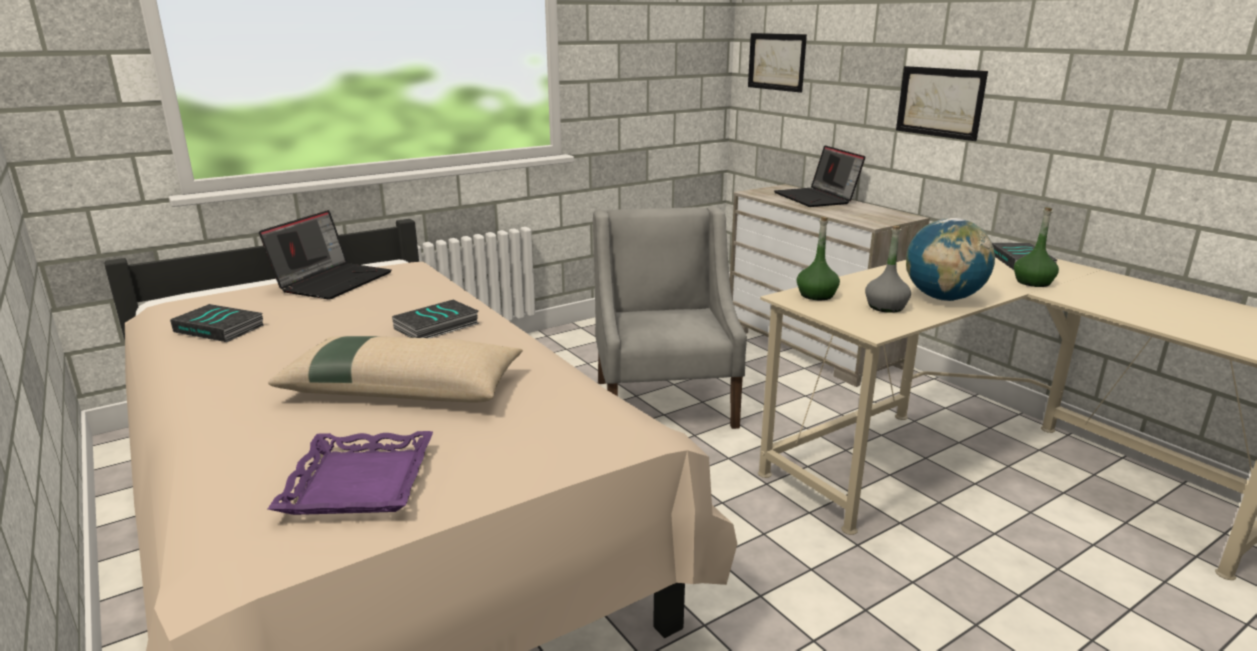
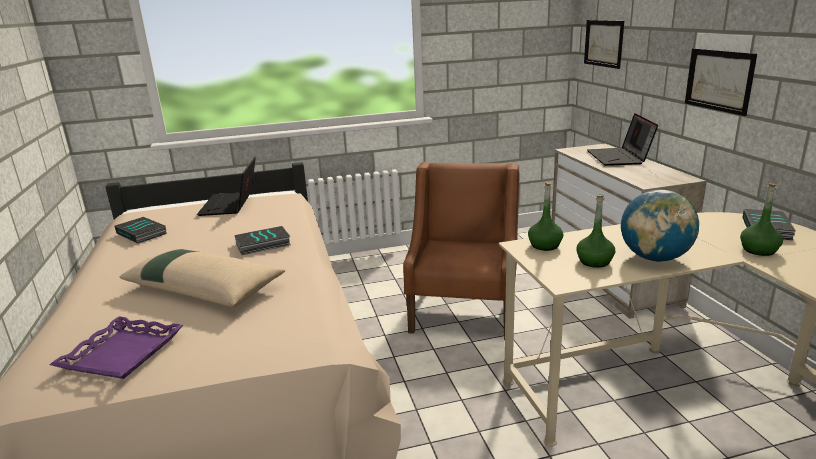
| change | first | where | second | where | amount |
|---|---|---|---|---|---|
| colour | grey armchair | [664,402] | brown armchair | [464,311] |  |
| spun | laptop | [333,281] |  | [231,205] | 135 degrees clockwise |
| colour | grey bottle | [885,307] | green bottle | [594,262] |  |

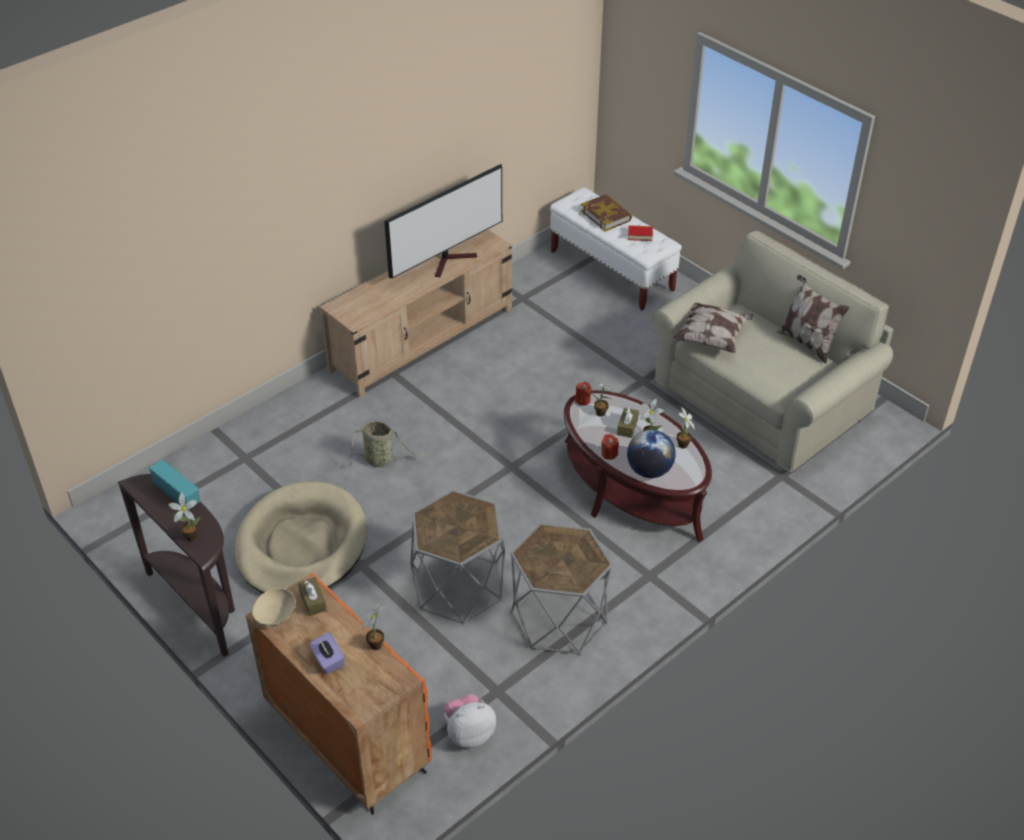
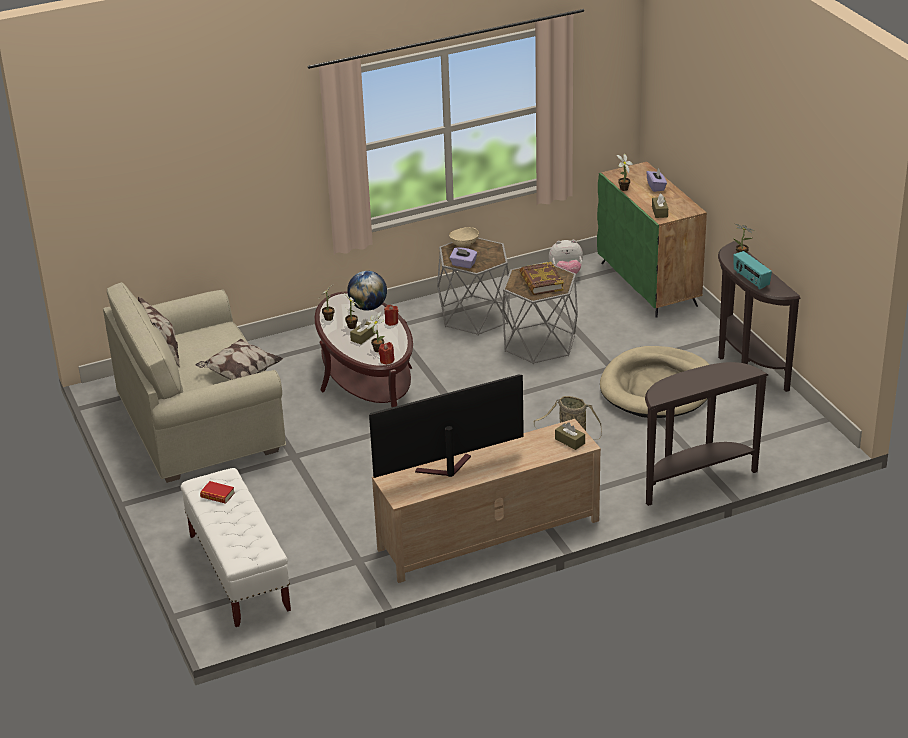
| change | first | where | second | where | amount |
|---|---|---|---|---|---|
| relocated | book | [606,215] |  | [541,282] |  |
| colour | orange cabinet | [346,737] | green cabinet | [649,284] |  |
| relocated | beige bowl | [276,617] |  | [464,244] |  |
| appeared |  |  | purple tissue box | [463,264] |  |
| appeared |  |  | brown console table | [694,479] |  |
| appeared |  |  | brown tissue box | [570,441] |  |

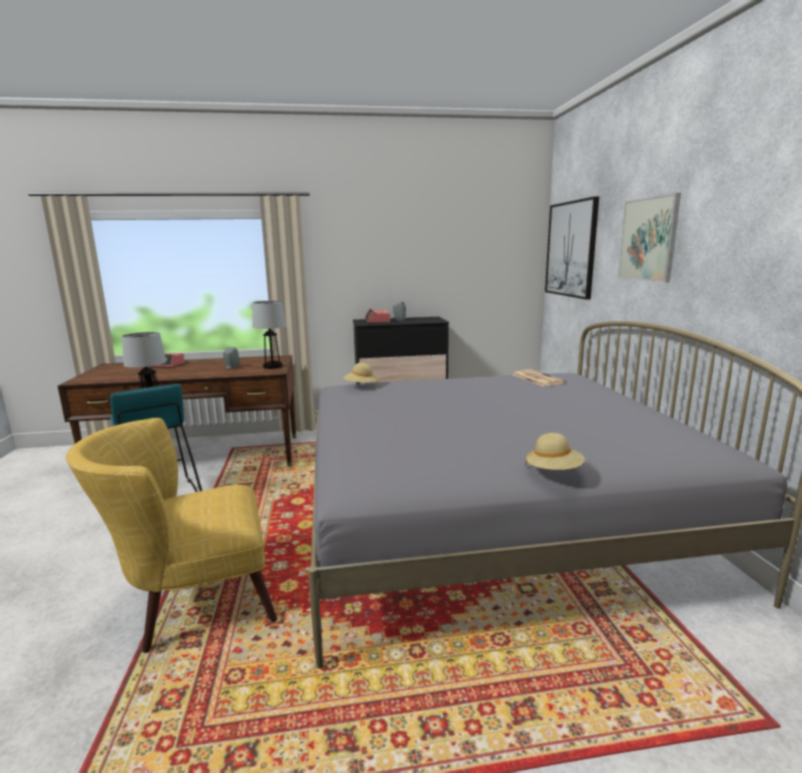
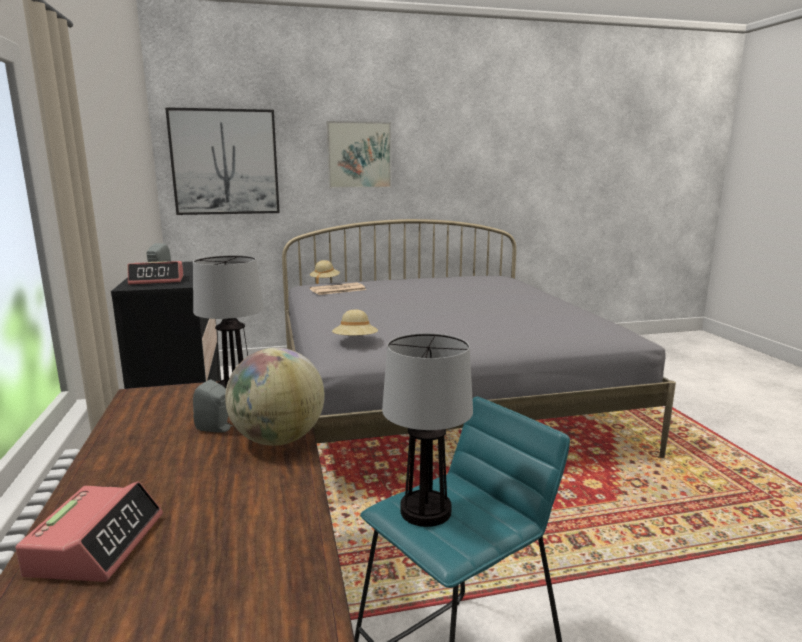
| change | first | where | second | where | amount |
|---|---|---|---|---|---|
| missing | yellow armchair | [193,600] |  |  |  |
| relocated | beige hat | [554,471] |  | [325,281] |  |
| appeared |  |  | globe | [278,439] |  |

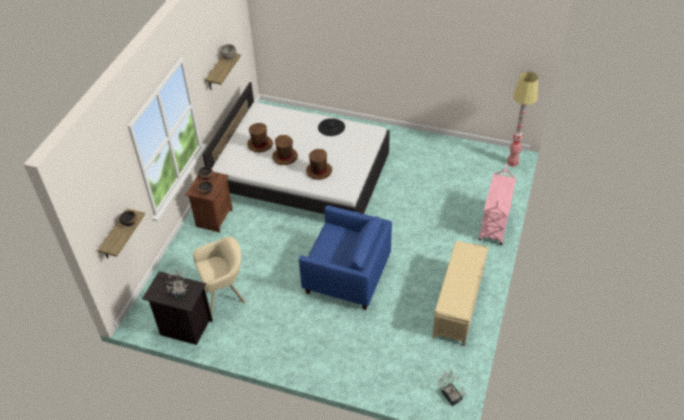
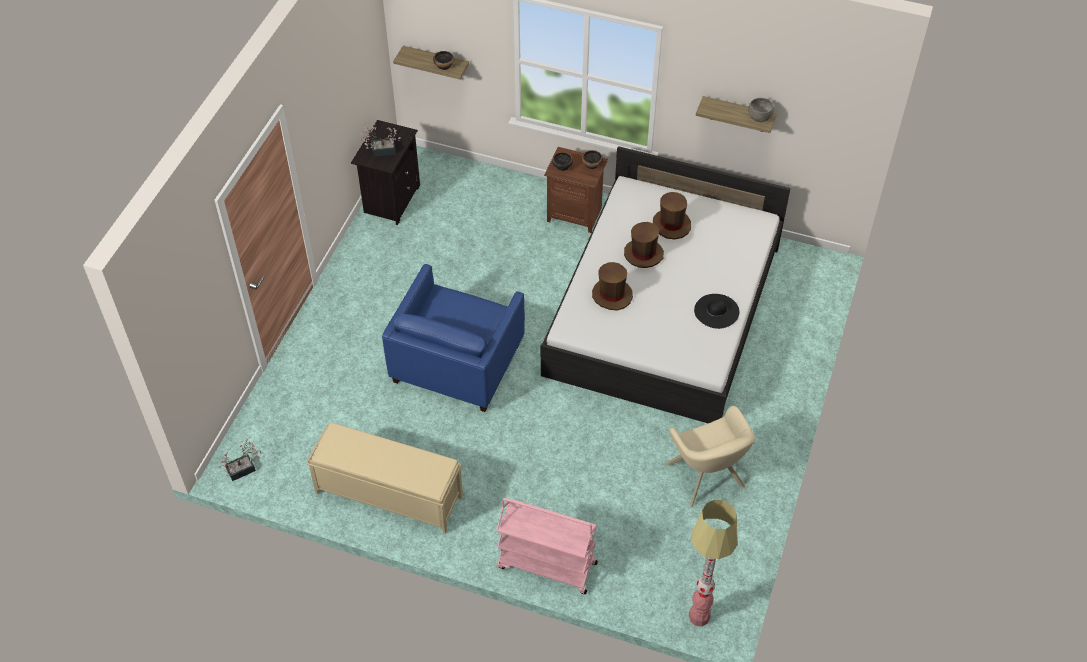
| change | first | where | second | where | amount |
|---|---|---|---|---|---|
| relocated | beige armchair | [224,293] |  | [707,478] |  |

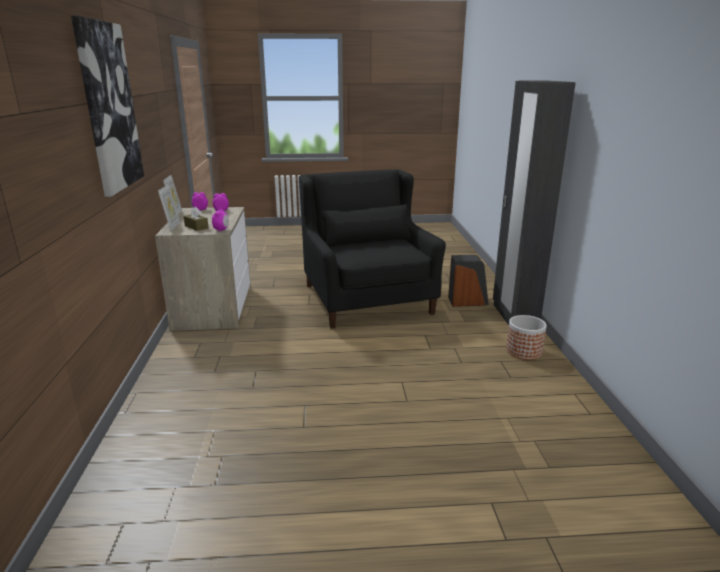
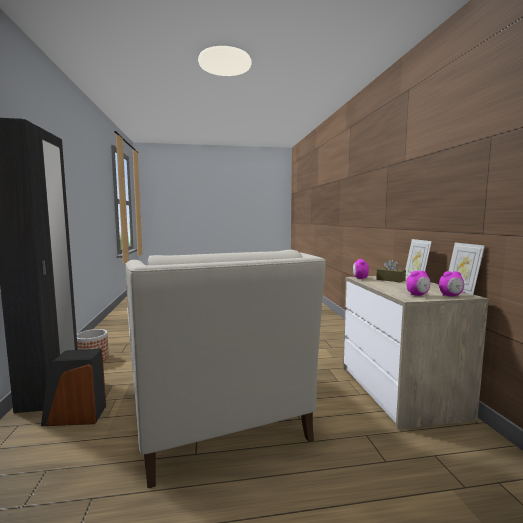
| change | first | where | second | where | amount |
|---|---|---|---|---|---|
| missing | picture | [109,107] |  |  |  |
| colour | black armchair | [367,299] | white armchair | [215,413] |  |

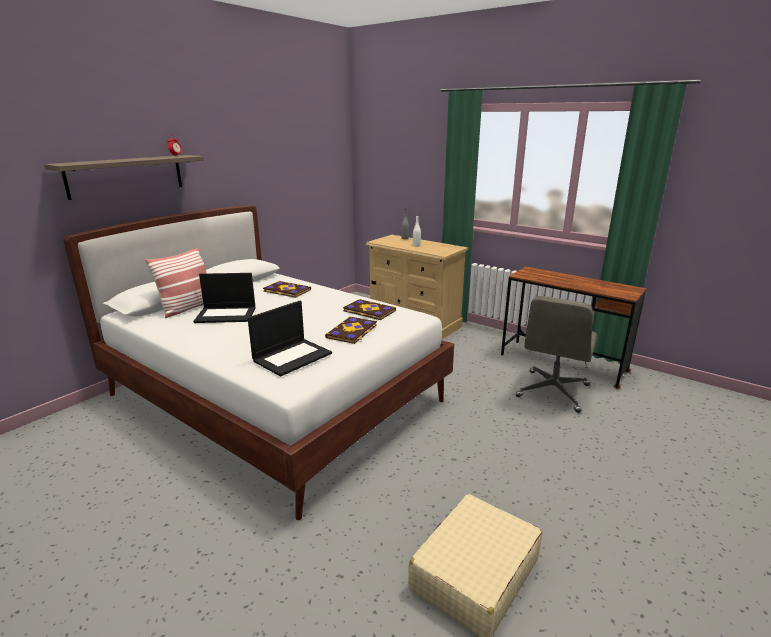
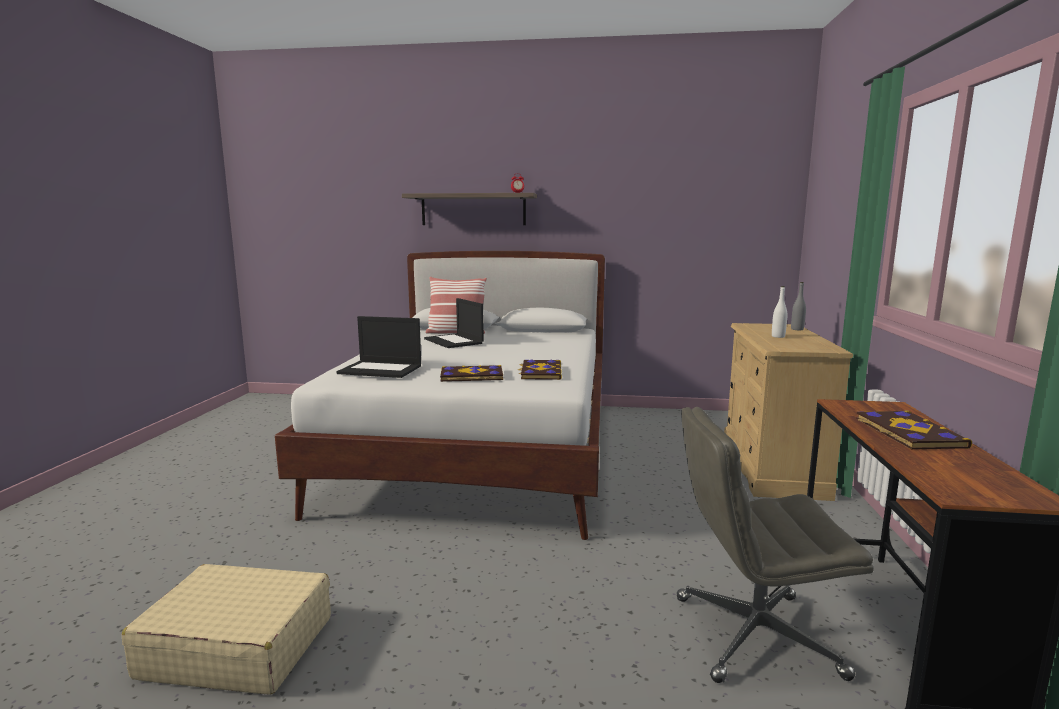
| change | first | where | second | where | amount |
|---|---|---|---|---|---|
| relocated | book | [286,291] |  | [907,433] |  |

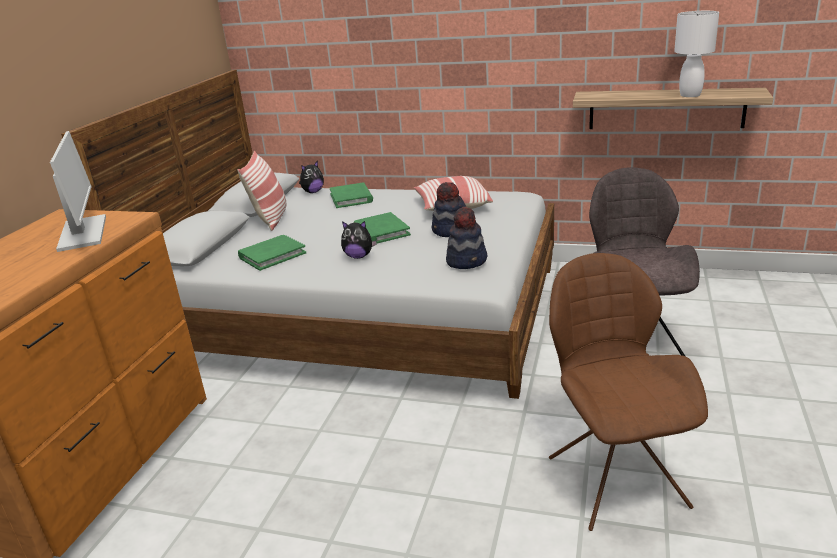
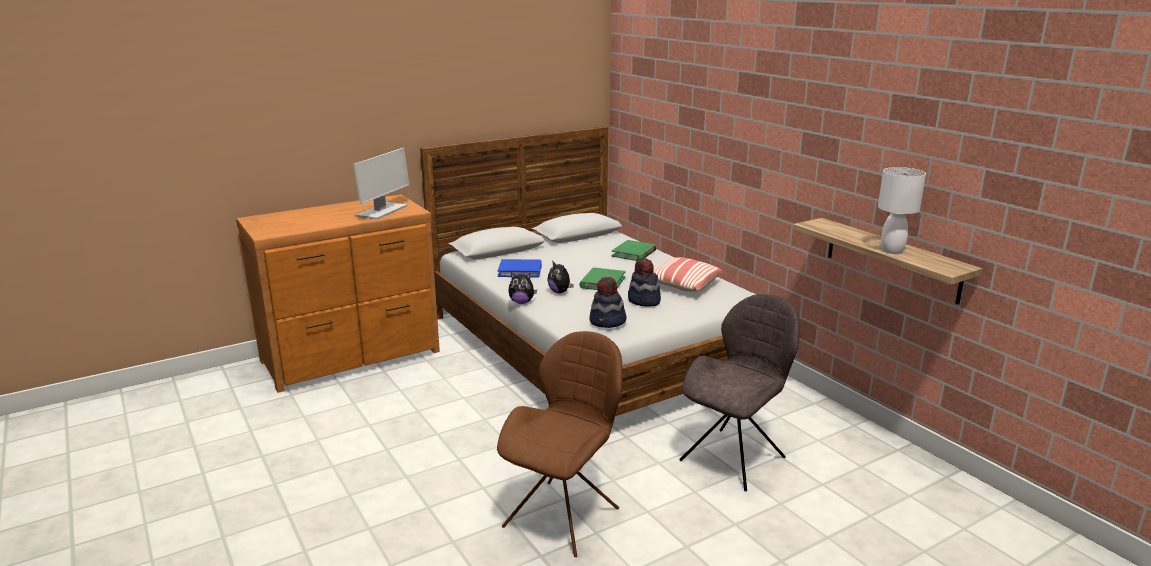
| change | first | where | second | where | amount |
|---|---|---|---|---|---|
| missing | pillow | [271,218] |  |  |  |
| relocated | plush toy | [313,192] |  | [521,302] |  |
| colour | green book | [272,255] | blue book | [520,271] |  |

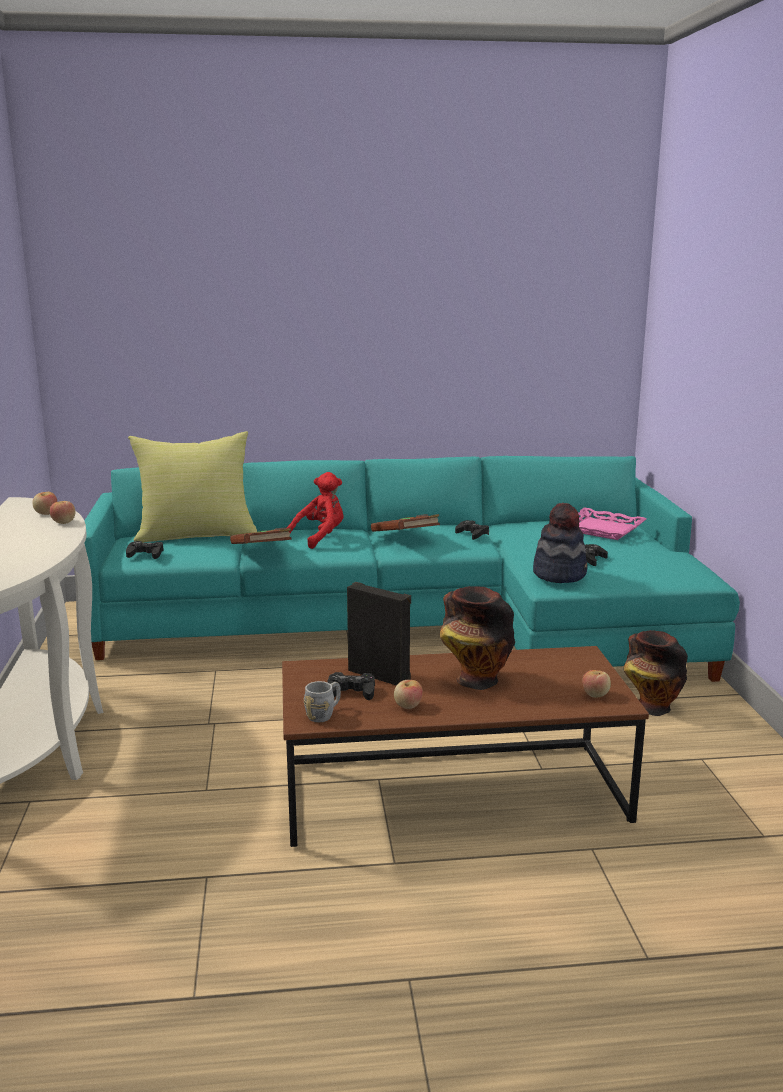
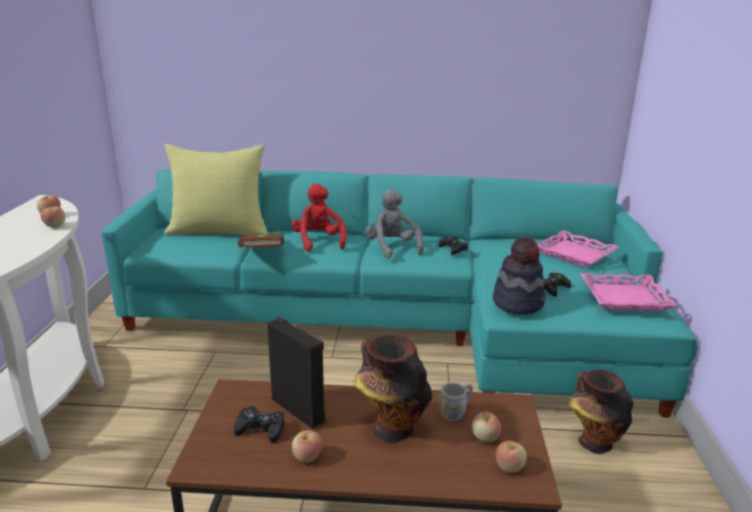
| change | first | where | second | where | amount |
|---|---|---|---|---|---|
| spun | red plush toy | [320,537] |  | [318,242] | 75 degrees counterclockwise |
| exchanged | brown book | [406,538] | grey plush toy | [392,248] |  |
| missing | black game controller | [146,554] |  |  |  |
| relocated | grey mug | [324,714] |  | [456,412] |  |
| appeared |  |  | pink tray | [624,298] |  |
| appeared |  |  | apple | [485,438] |  |

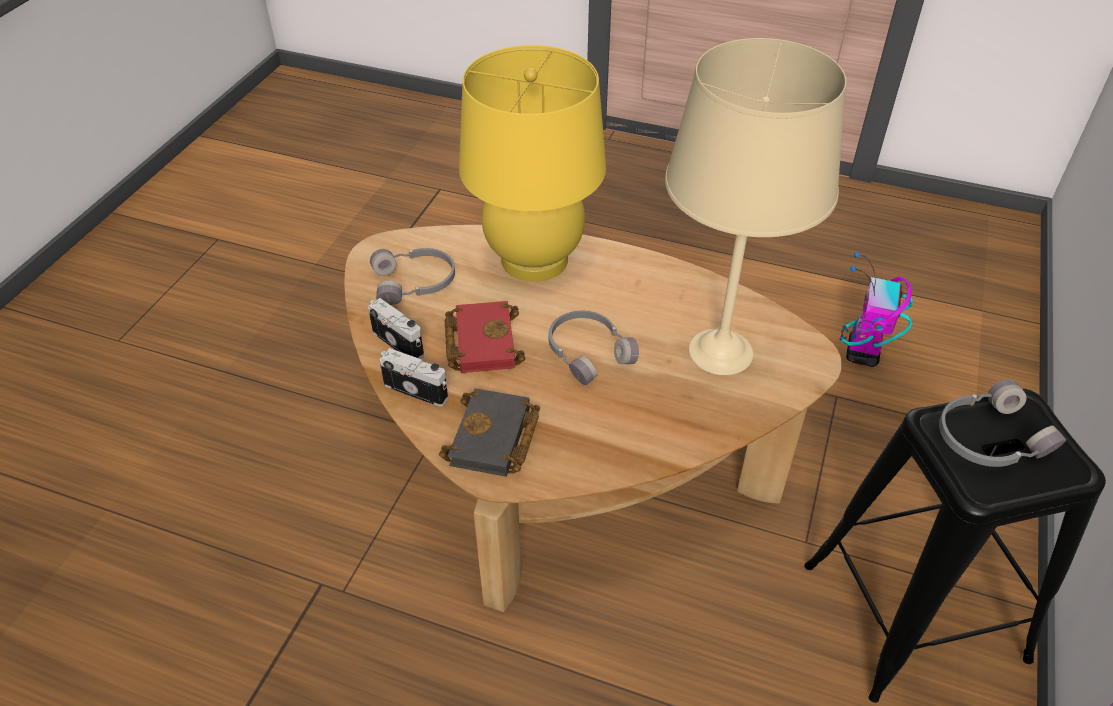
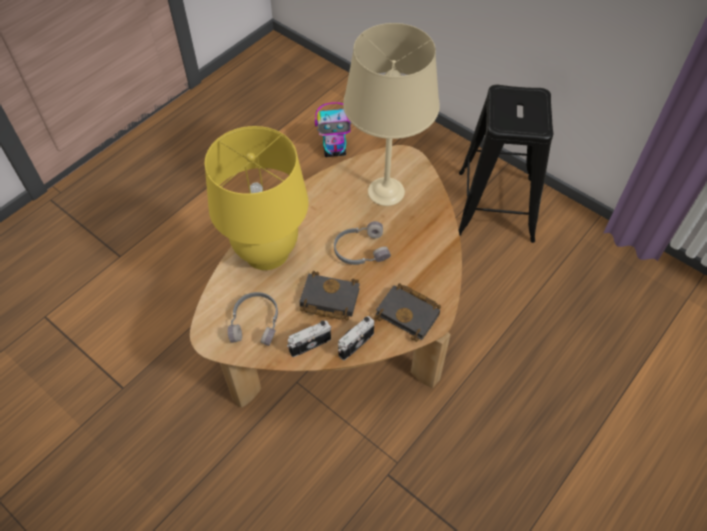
| change | first | where | second | where | amount |
|---|---|---|---|---|---|
| spun | toy robot | [862,353] |  | [335,151] | 45 degrees counterclockwise |
| colour | red book | [480,341] | black book | [327,300] |  |
| missing | grey headphones | [988,437] |  |  |  |

